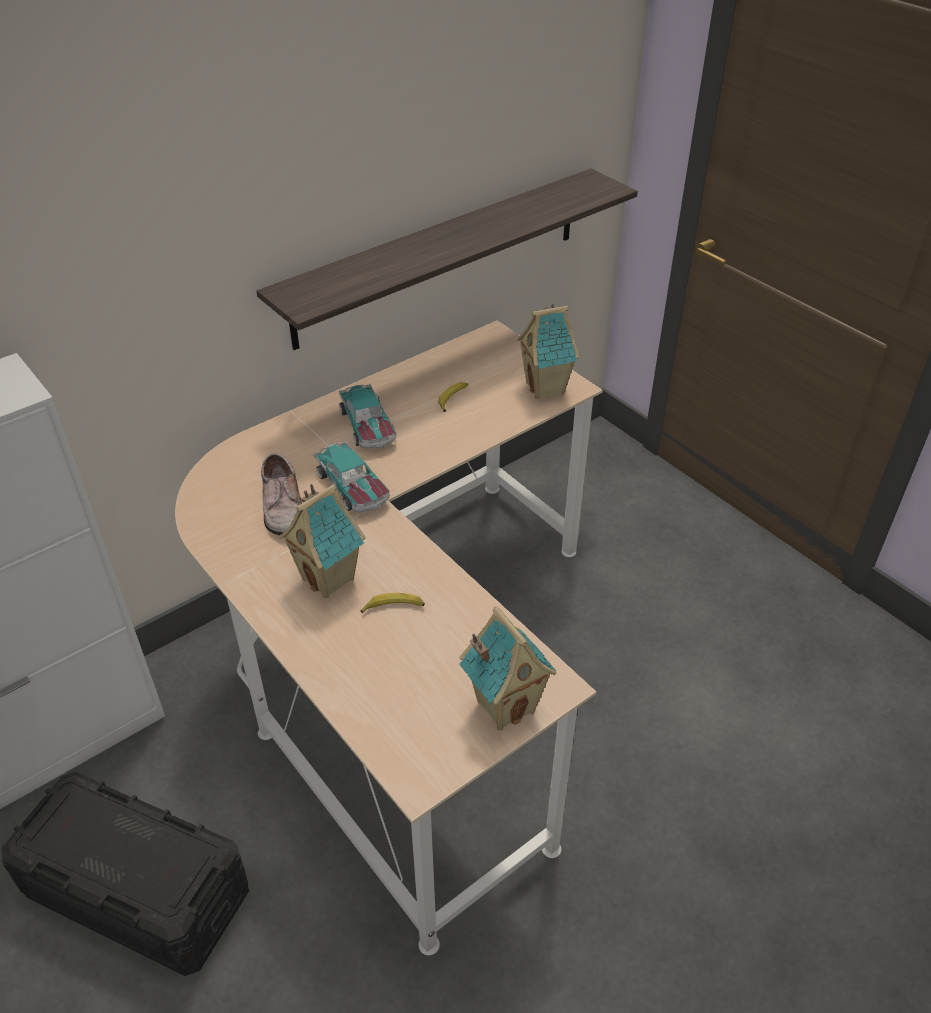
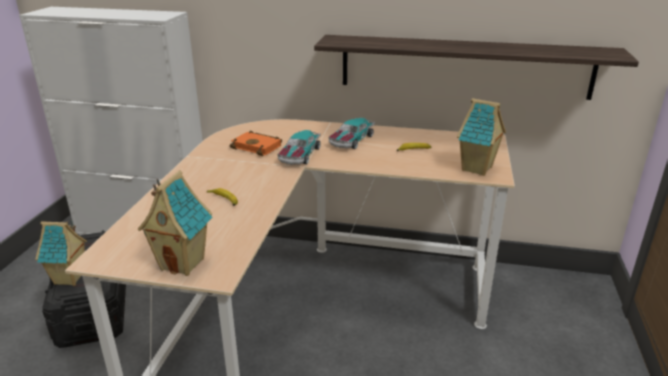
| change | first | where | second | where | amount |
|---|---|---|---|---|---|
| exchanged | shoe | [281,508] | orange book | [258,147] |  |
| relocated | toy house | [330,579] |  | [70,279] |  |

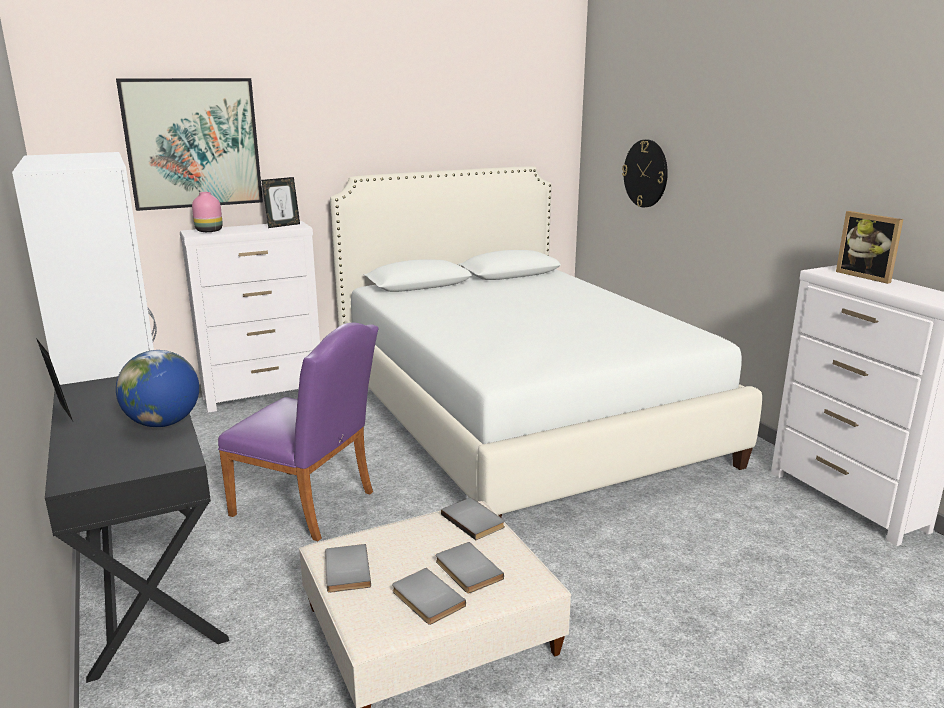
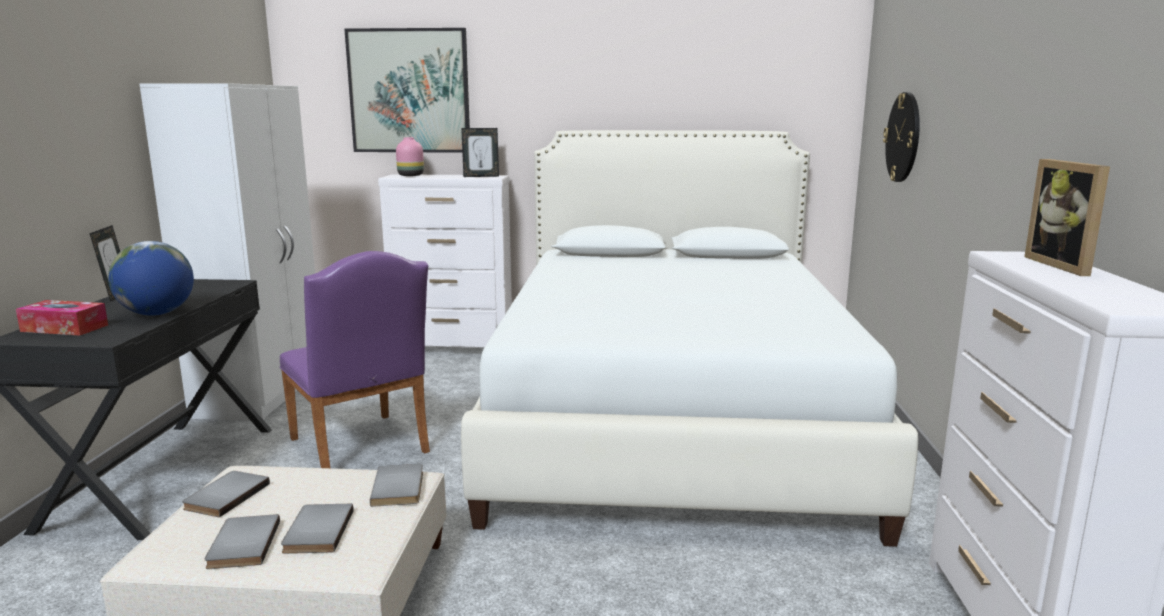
| change | first | where | second | where | amount |
|---|---|---|---|---|---|
| appeared |  |  | tissue box | [64,328] |  |

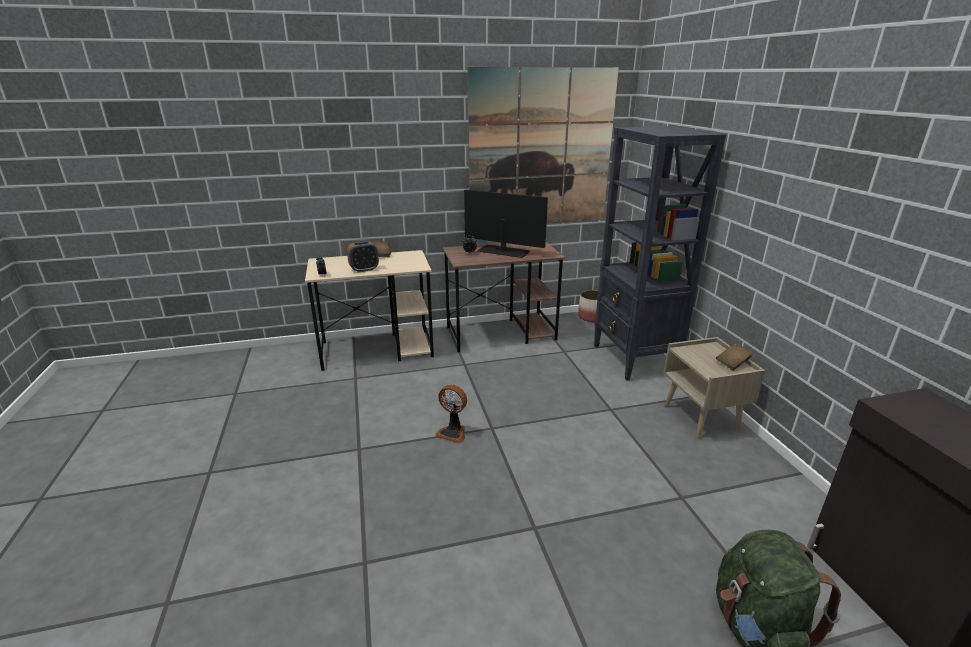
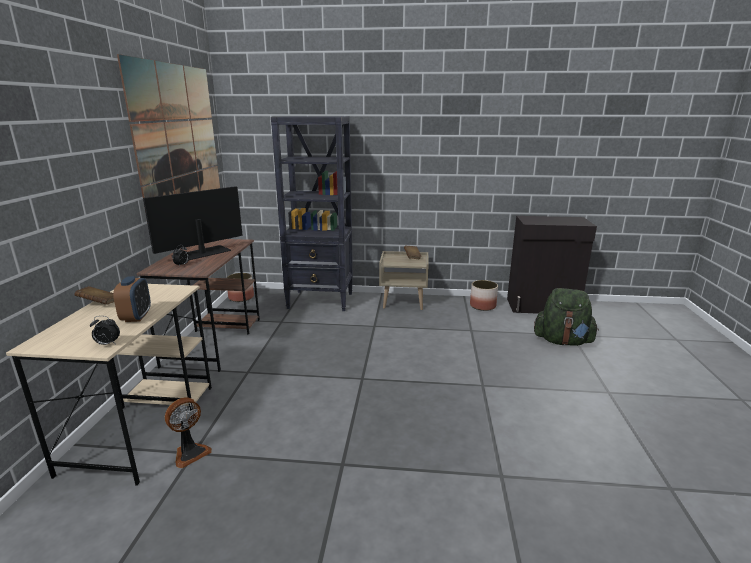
| change | first | where | second | where | amount |
|---|---|---|---|---|---|
| relocated | fan | [453,432] |  | [190,453] |  |
| appeared |  |  | planter | [482,306] |  |

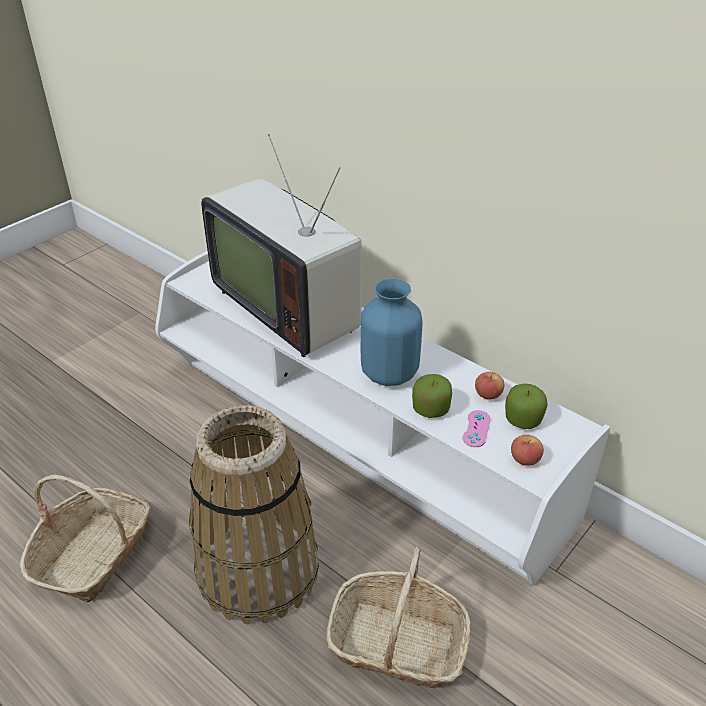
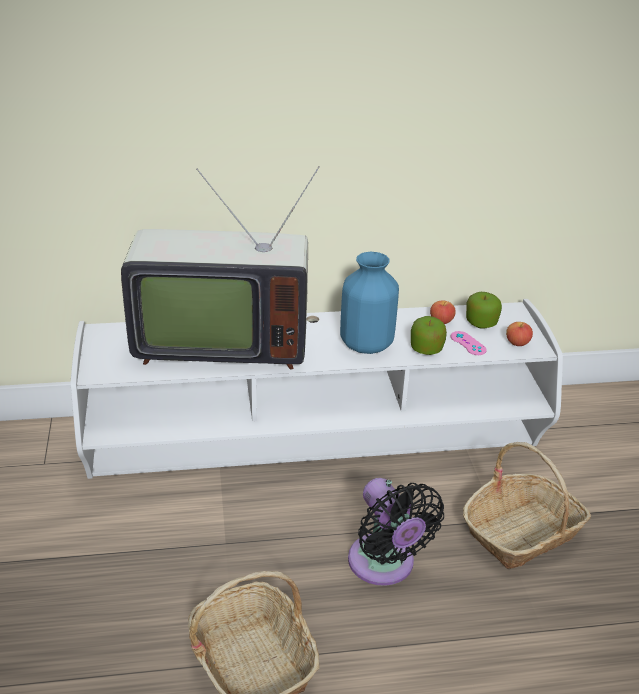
| change | first | where | second | where | amount |
|---|---|---|---|---|---|
| exchanged | basket | [259,570] | black fan | [384,565] |  |

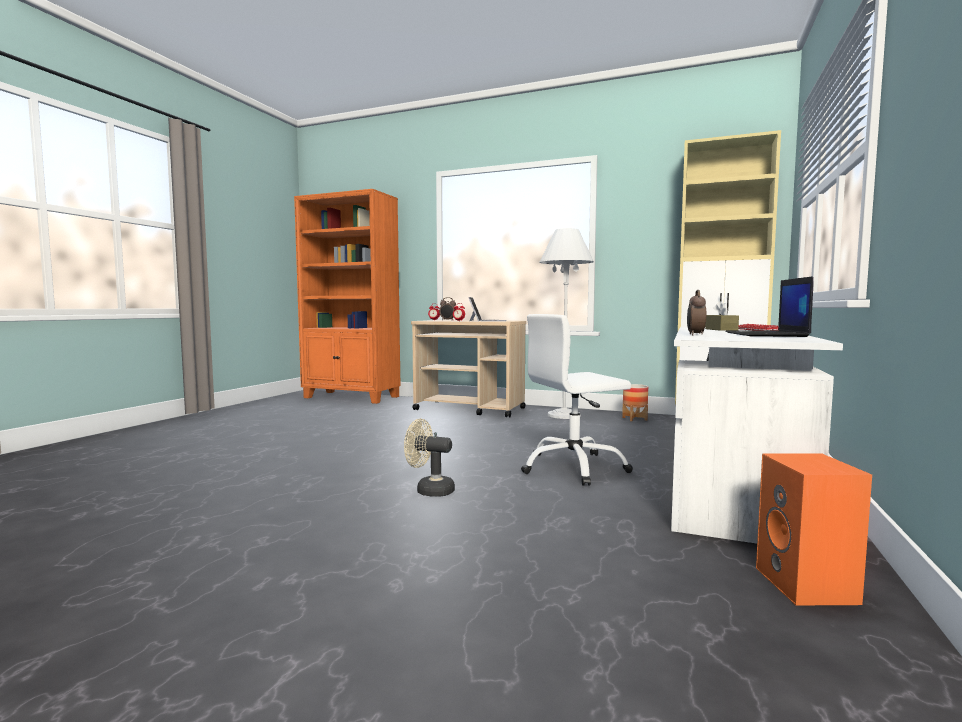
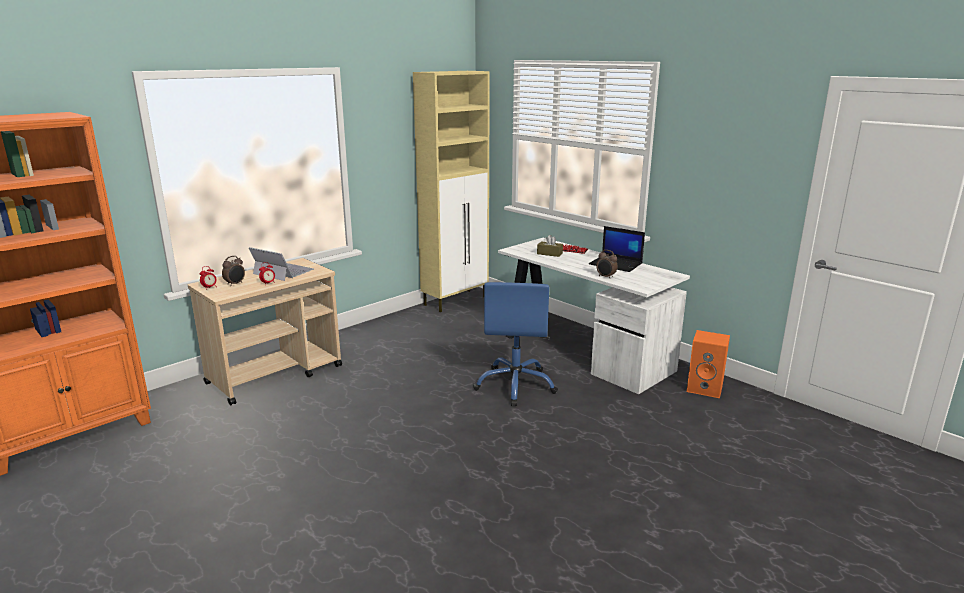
| change | first | where | second | where | amount |
|---|---|---|---|---|---|
| missing | white floor lamp | [564,415] |  |  |  |
| colour | white office chair | [573,467] | blue office chair | [516,385] |  |
| missing | planter | [634,419] |  |  |  |
| missing | beige fan | [429,490] |  |  |  |

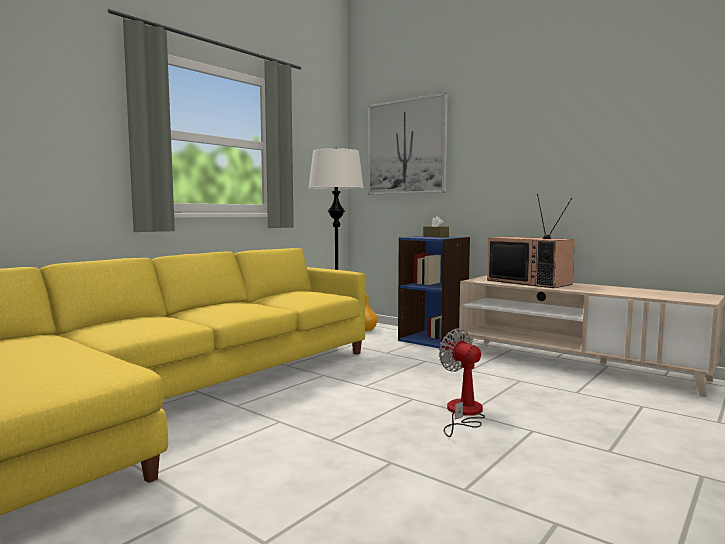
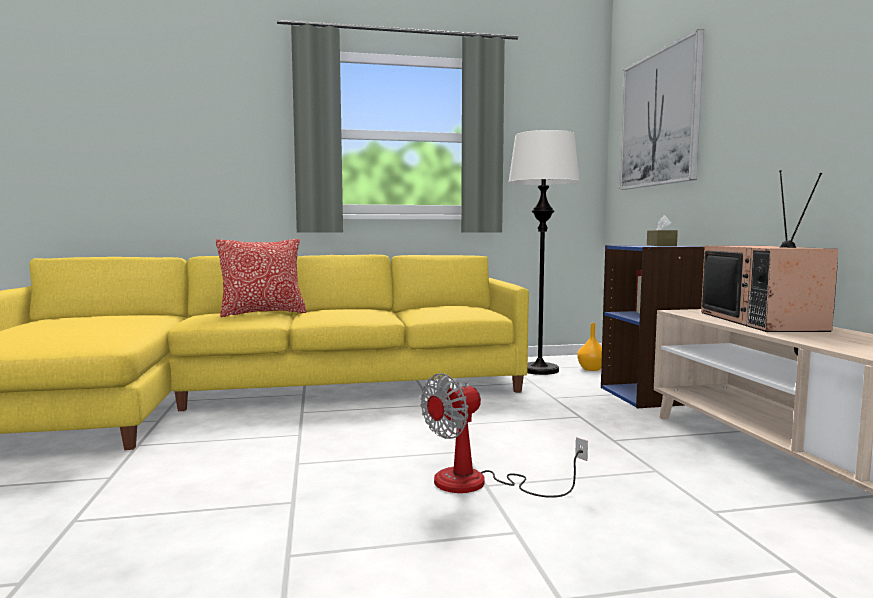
| change | first | where | second | where | amount |
|---|---|---|---|---|---|
| spun | fan | [463,413] |  | [479,483] | 135 degrees counterclockwise |
| appeared |  |  | pillow | [263,313] |  |

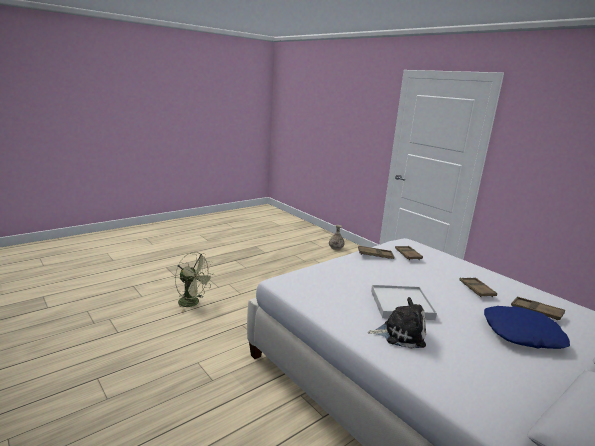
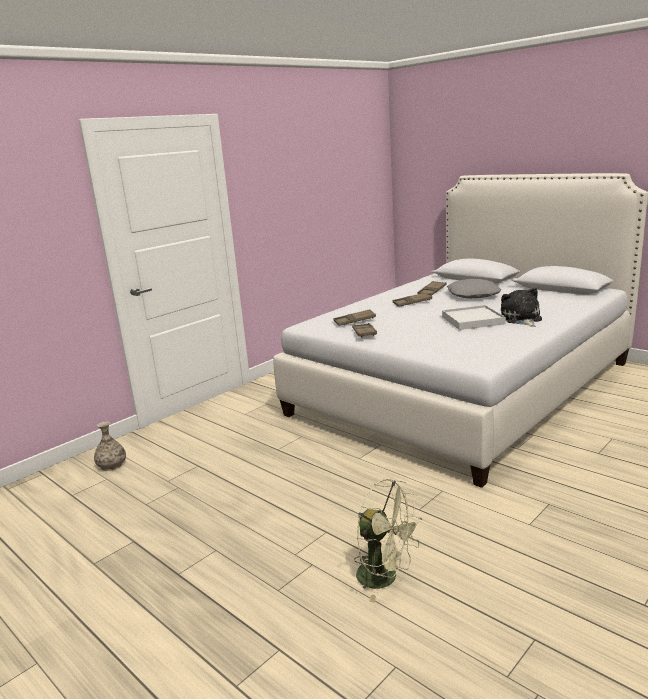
| change | first | where | second | where | amount |
|---|---|---|---|---|---|
| spun | green fan | [193,303] |  | [386,577] | 105 degrees clockwise |
| colour | blue pillow | [522,333] | grey pillow | [472,295] |  |

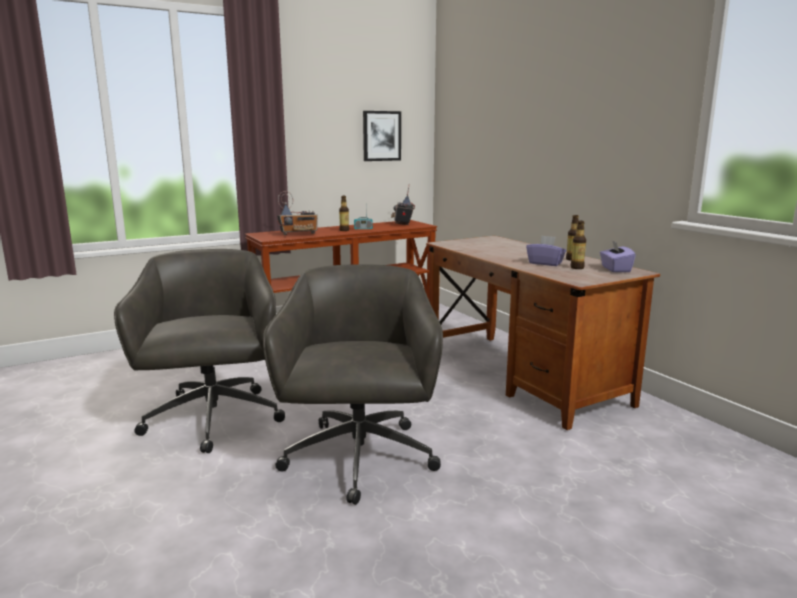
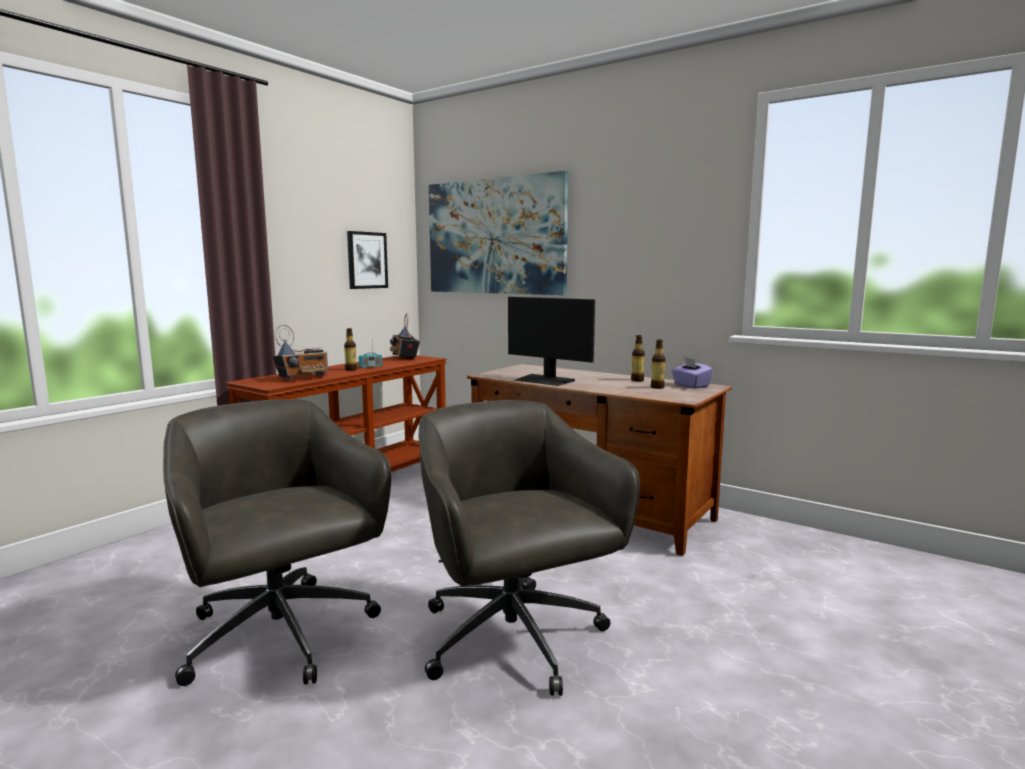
| change | first | where | second | where | amount |
|---|---|---|---|---|---|
| missing | purple tissue box | [545,263] |  |  |  |
| appeared |  |  | picture | [495,236] |  |
| appeared |  |  | monitor | [545,380] |  |

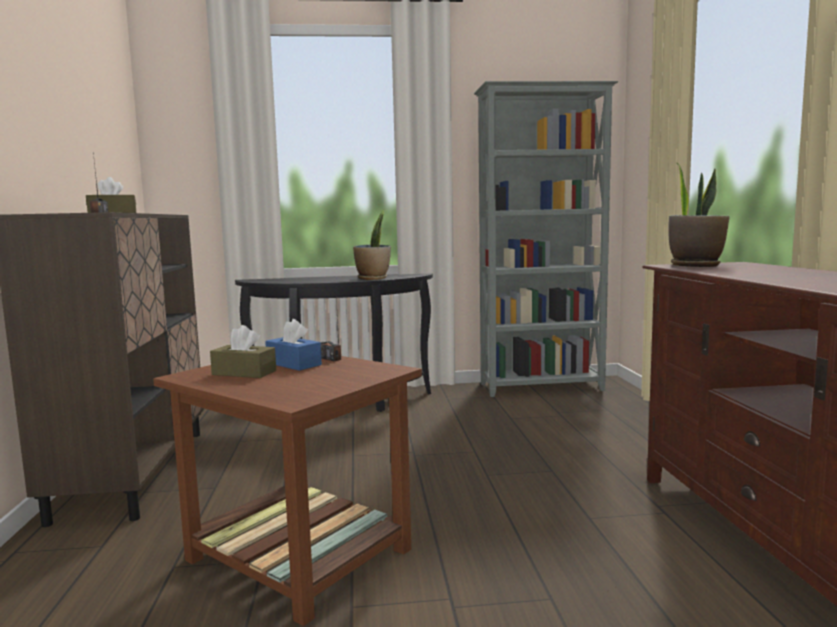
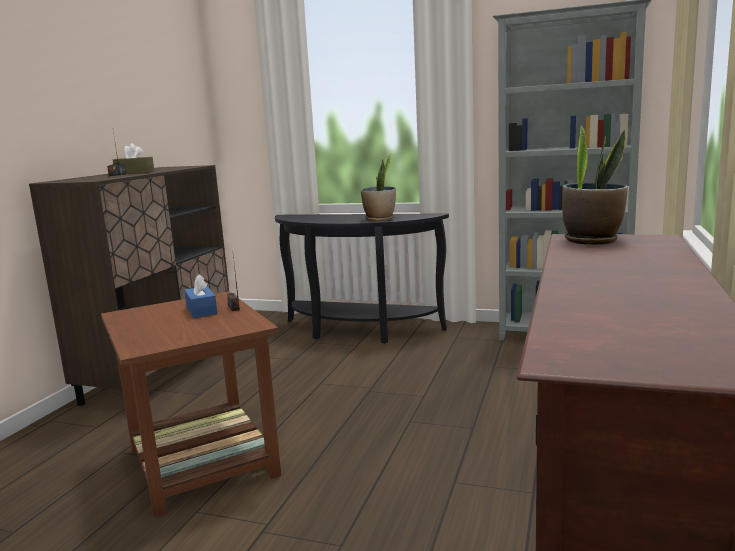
| change | first | where | second | where | amount |
|---|---|---|---|---|---|
| missing | brown tissue box | [244,373] |  |  |  |

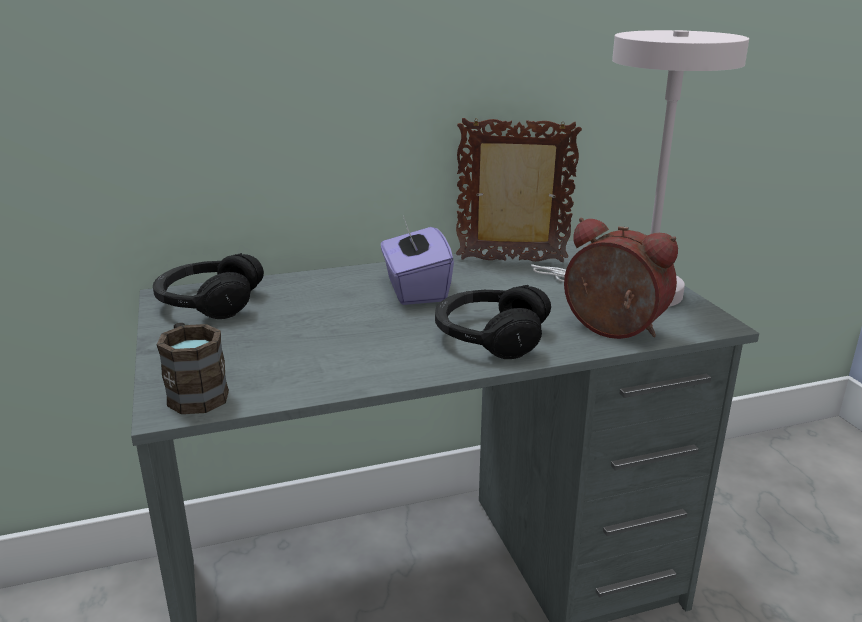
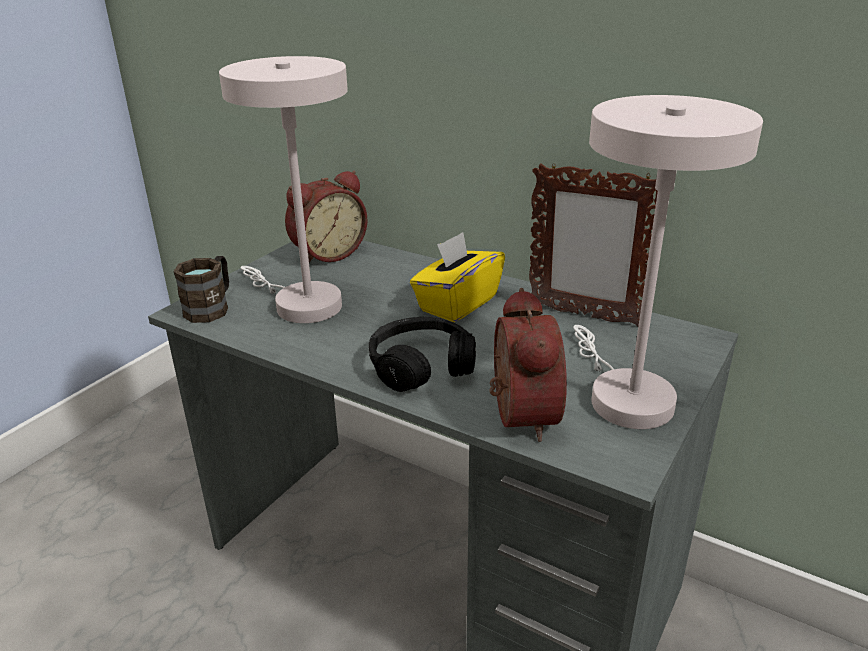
| change | first | where | second | where | amount |
|---|---|---|---|---|---|
| spun | picture frame | [512,261] |  | [584,315] | 150 degrees clockwise |
| colour | purple tissue box | [415,289] | yellow tissue box | [457,303] |  |
| exchanged | black headphones | [209,303] | alarm clock | [327,254] |  |
| appeared |  |  | white table lamp | [300,303] |  |

